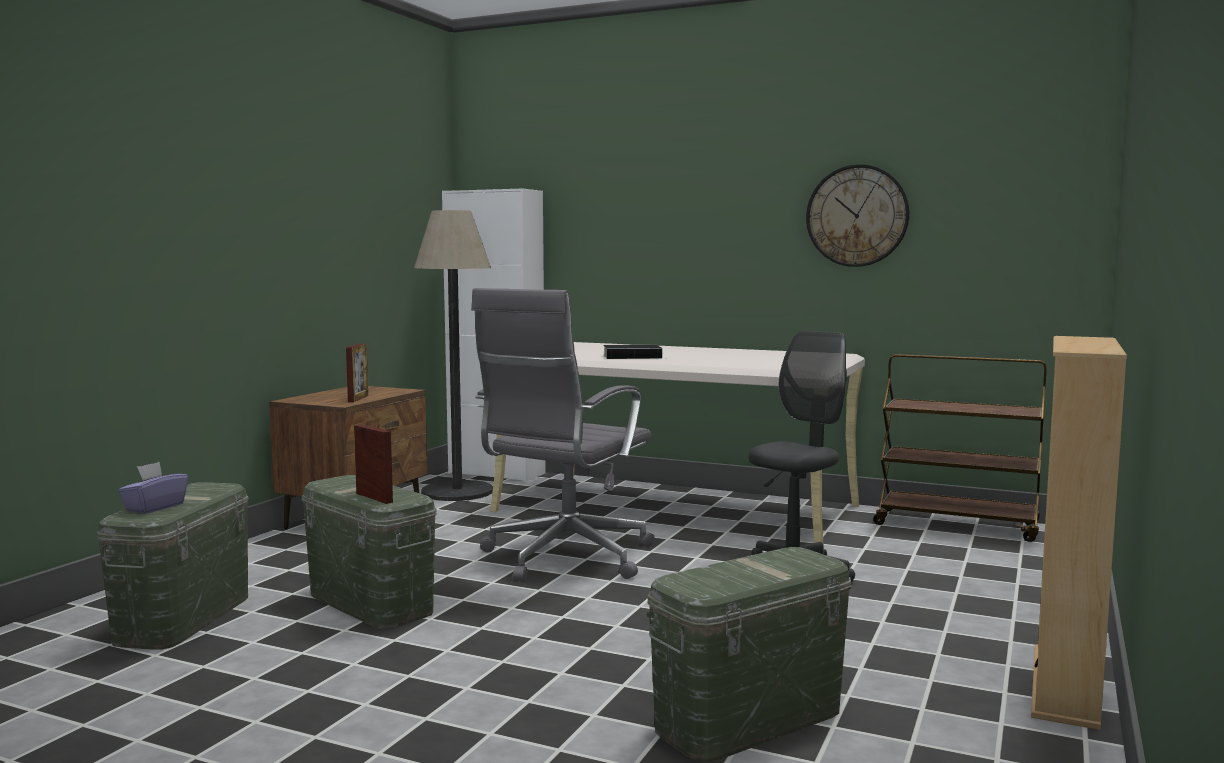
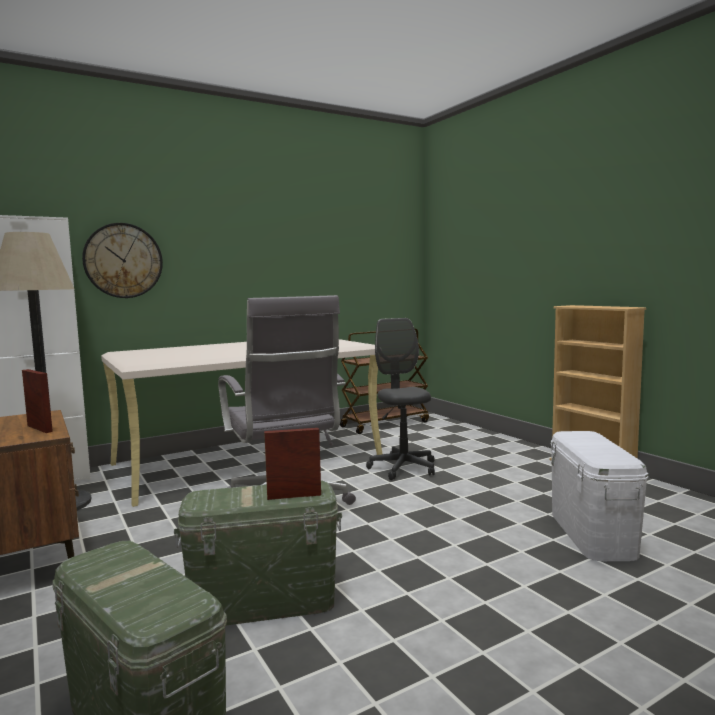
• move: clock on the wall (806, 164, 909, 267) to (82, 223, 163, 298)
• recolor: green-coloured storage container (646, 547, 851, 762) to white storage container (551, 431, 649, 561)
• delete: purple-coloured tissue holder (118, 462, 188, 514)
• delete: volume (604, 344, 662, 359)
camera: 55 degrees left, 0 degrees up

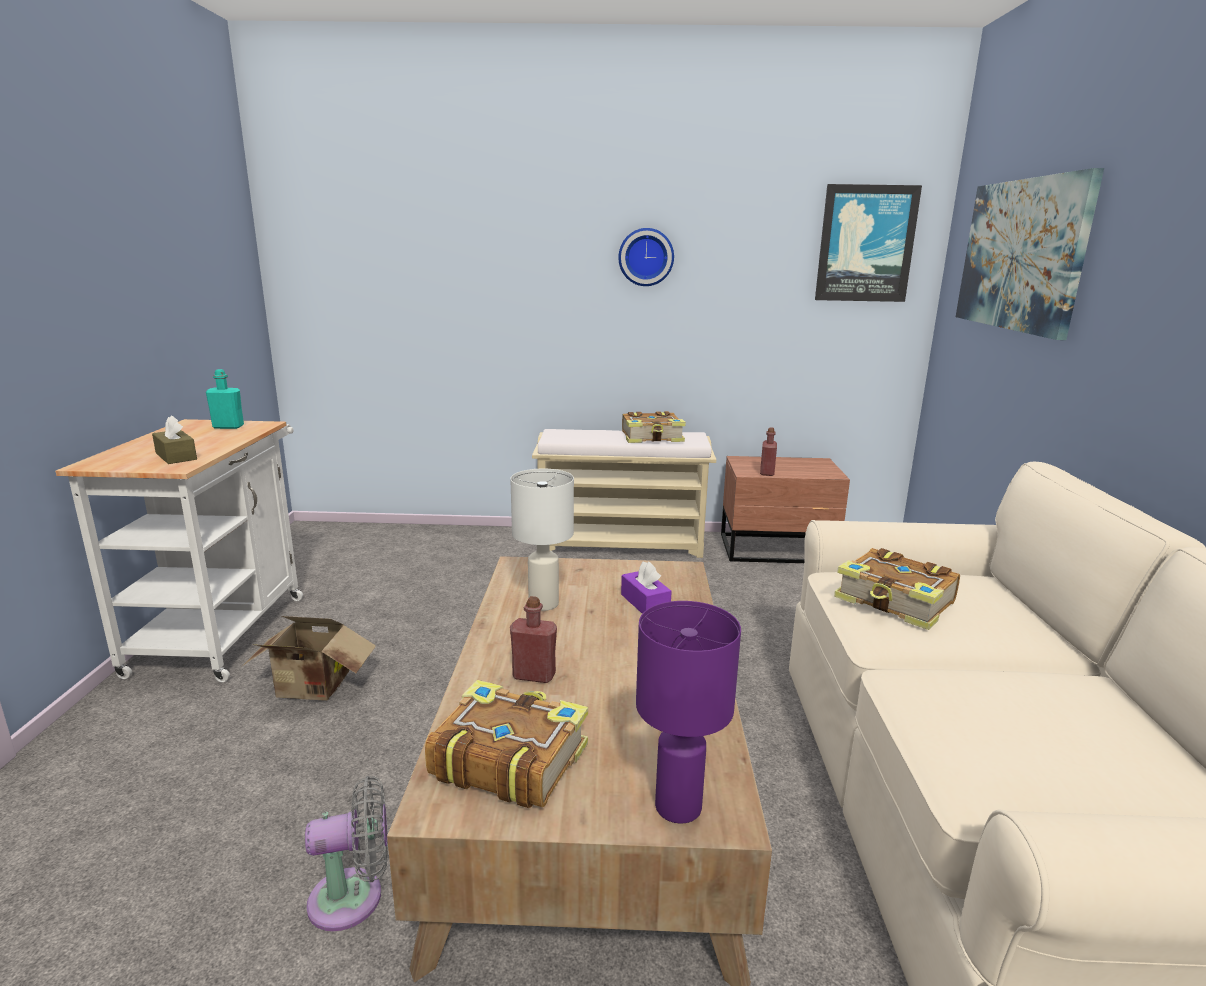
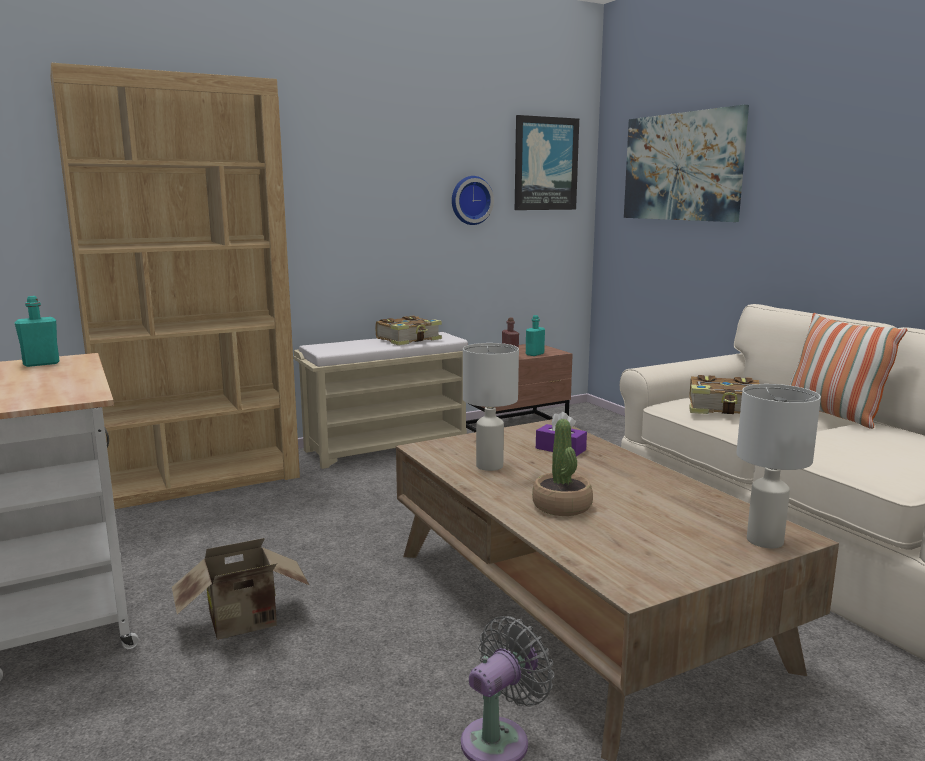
• insert: brown bookcase (50, 63, 300, 509)
• move: clock on the wall (618, 228, 674, 286) to (452, 176, 494, 225)
• insert: blue-green bottle (526, 315, 545, 356)
• replace: reddish bottle (510, 596, 557, 683) to potted plant (532, 419, 593, 516)
• recolor: purple-coloured lamp for a table (636, 601, 741, 824) to white lamp for a table (736, 384, 821, 548)
• insert: pillow (790, 313, 907, 429)
• delete: brown tissue holder (152, 415, 197, 464)
• delete: volume (425, 680, 588, 808)
camera: 30 degrees left, 5 degrees down

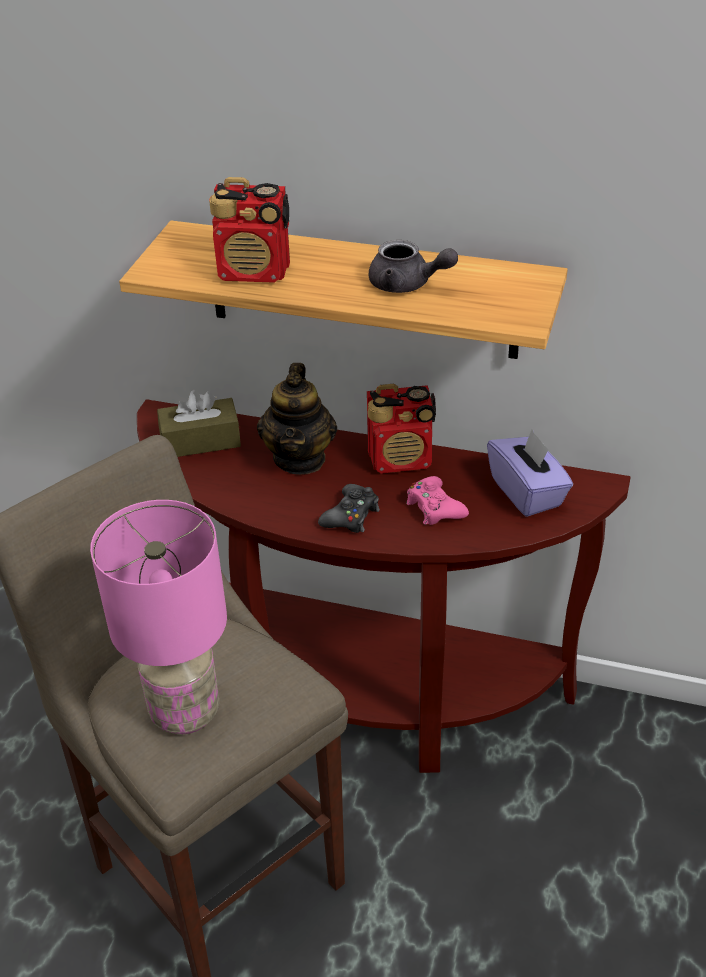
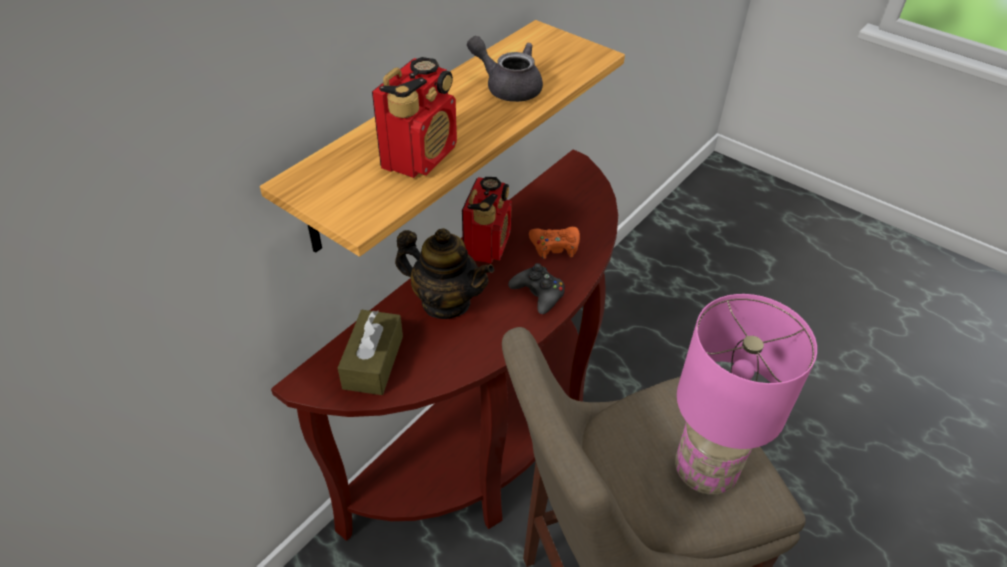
• rotate: grey teapot (369, 240, 458, 293) = (467, 36, 543, 102) 105 degrees counterclockwise
• recolor: pink-coloured gamepad (406, 476, 469, 525) to orange gamepad (529, 227, 580, 259)
• delete: purple-coloured tissue holder (487, 429, 573, 517)
camera: 70 degrees left, 5 degrees up

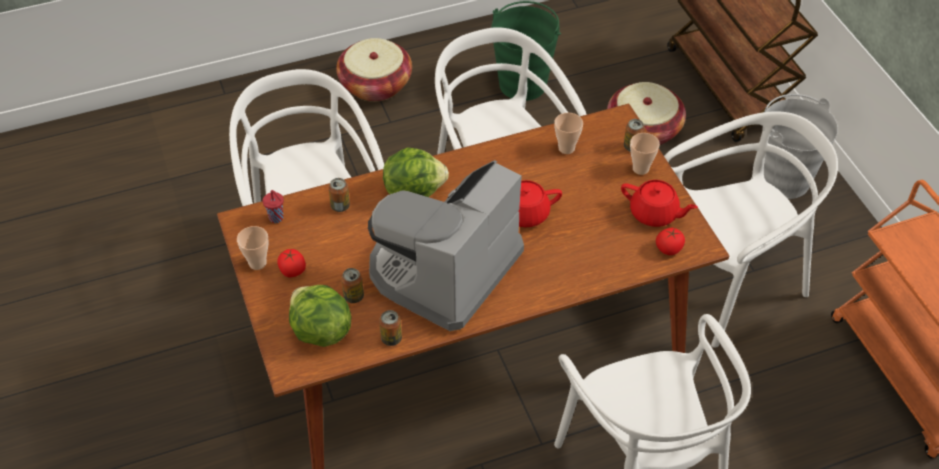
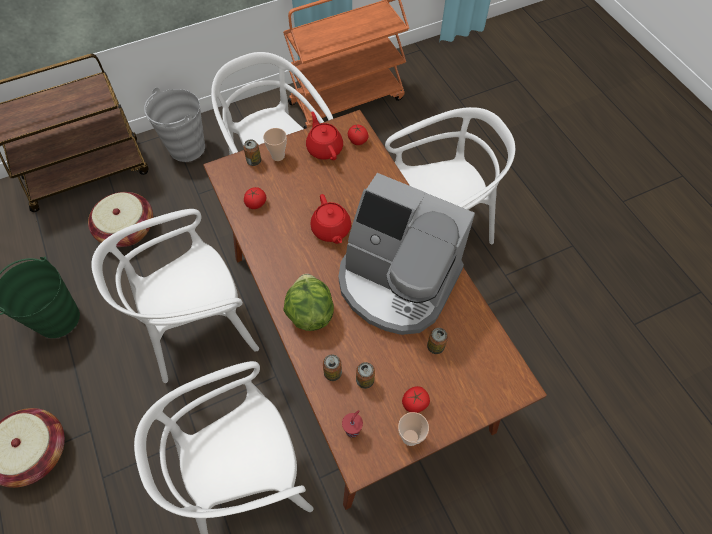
• replace: small cup (554, 113, 583, 154) to whole tomato (244, 187, 266, 209)
• rotate: reddish teapot (621, 180, 698, 227) = (306, 111, 343, 160) 45 degrees counterclockwise
• move: metal can (379, 310, 402, 346) to (356, 362, 375, 389)
• delete: lettuce (289, 285, 351, 347)
camera: 95 degrees left, 10 degrees up

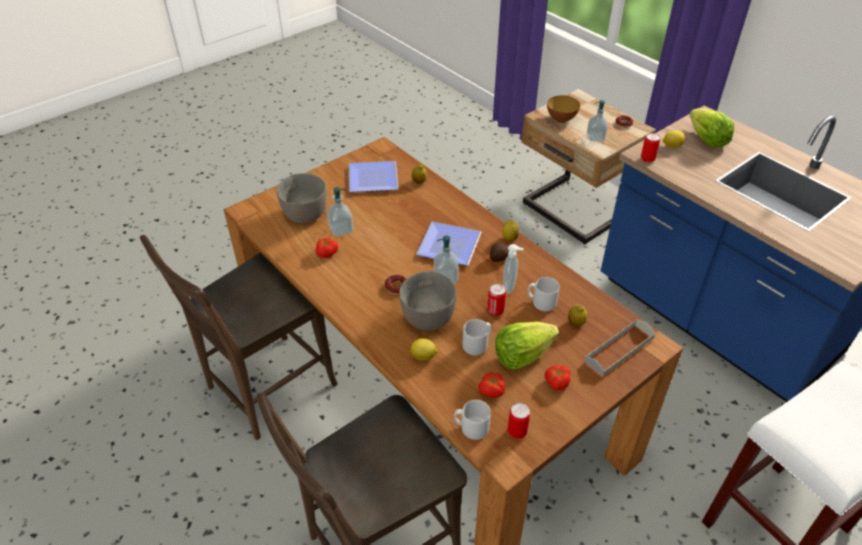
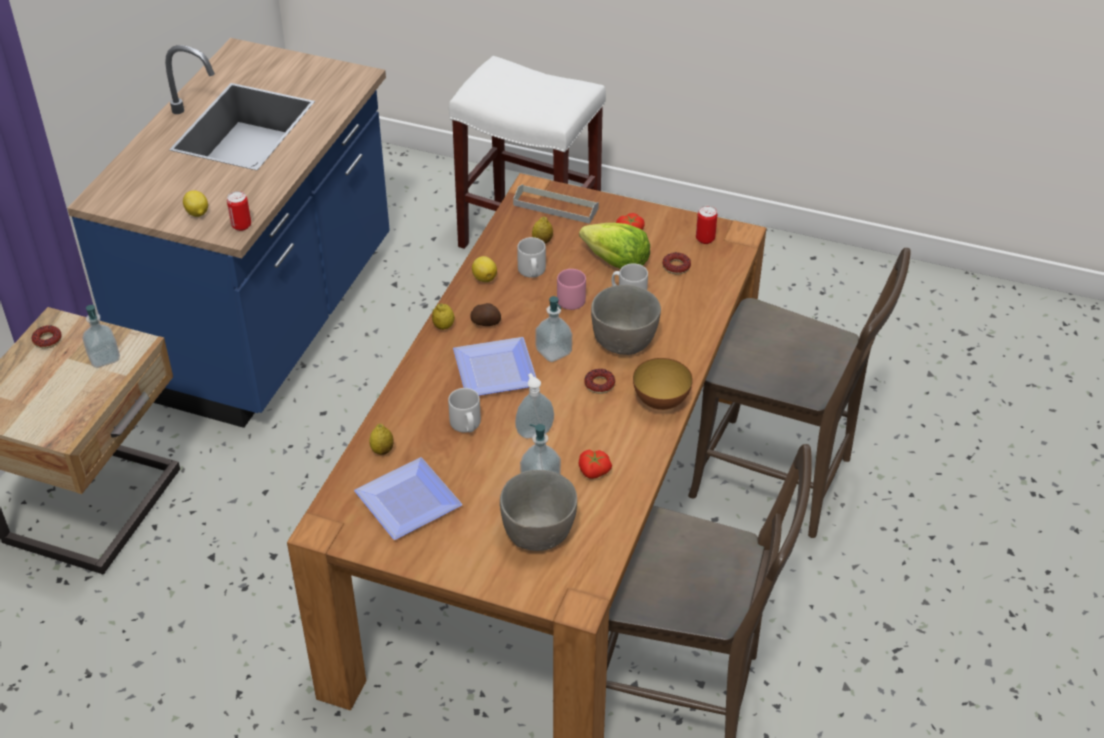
• move: grey coffee mug (454, 400, 491, 440) to (448, 388, 481, 433)
• move: lemon (410, 338, 438, 361) to (472, 256, 497, 282)
• move: soap bottle (503, 244, 524, 293) to (515, 373, 554, 438)
• replace: metal can (487, 284, 506, 316) to pink-coloured coffee mug (557, 269, 586, 310)
• move: deep dish (547, 95, 580, 123) to (633, 358, 693, 410)
• replace: whole tomato (479, 372, 505, 398) to donut (662, 252, 691, 274)
• delete: lettuce (689, 108, 734, 148)
camera: 120 degrees left, 0 degrees up

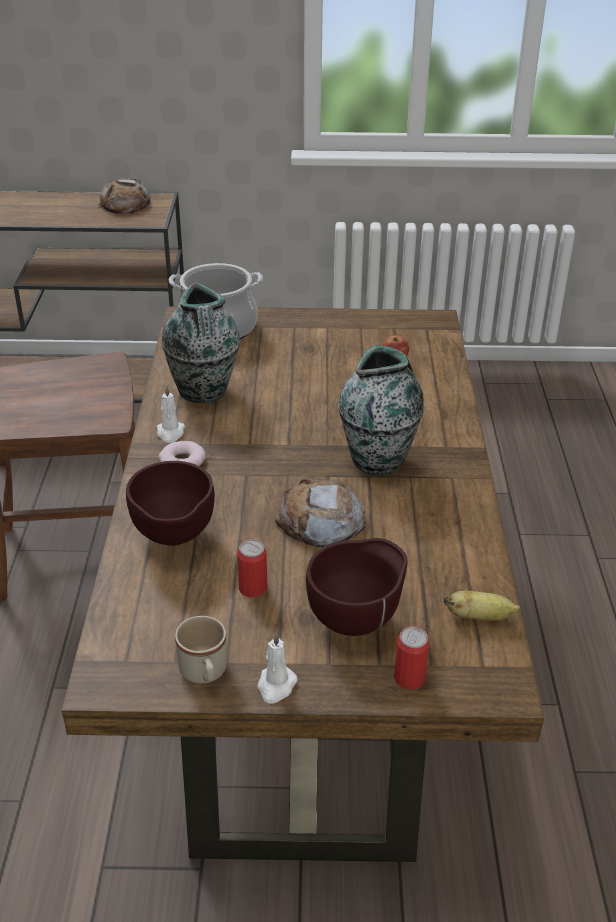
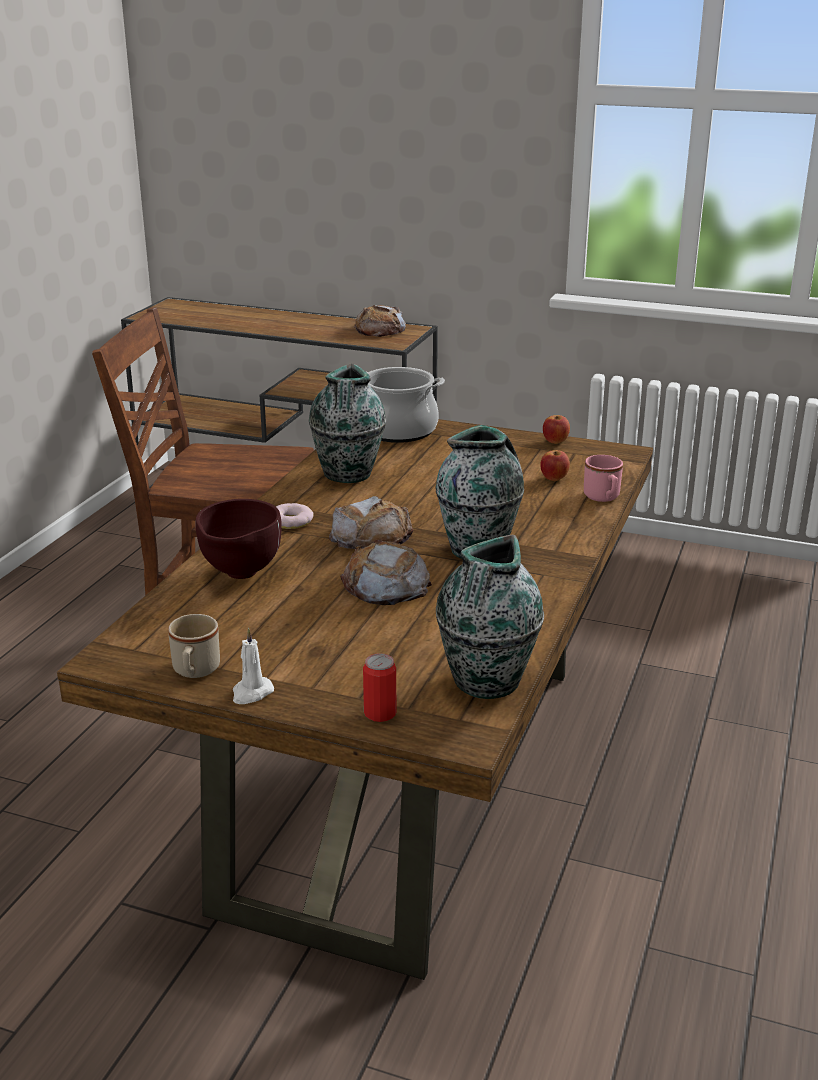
• insert: bakery bread (329, 496, 413, 549)
• replace: banana fruit (444, 591, 521, 621) to flower vase (436, 535, 544, 699)
• insert: apple fruit (543, 415, 570, 444)
• insert: pink-coloured coffee mug (584, 455, 623, 502)
• delete: white wax light (157, 385, 185, 443)
• delete: metal can (237, 539, 267, 597)
• delete: brown deep dish (306, 538, 408, 636)
camera: 20 degrees right, 10 degrees down

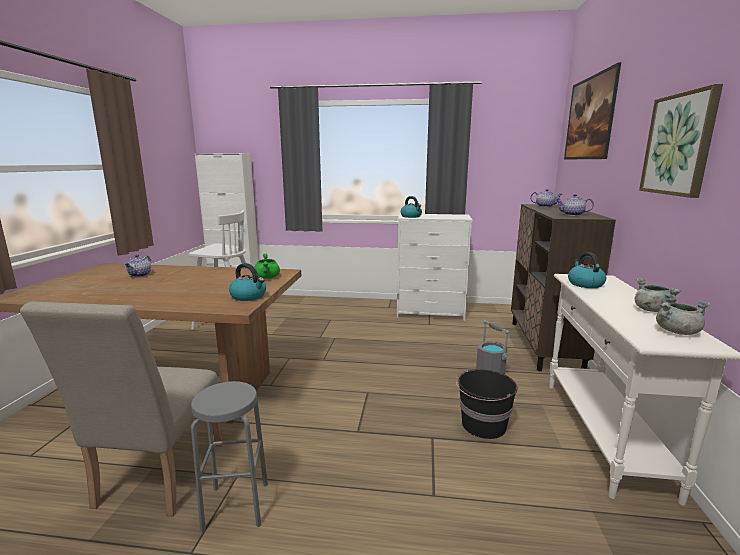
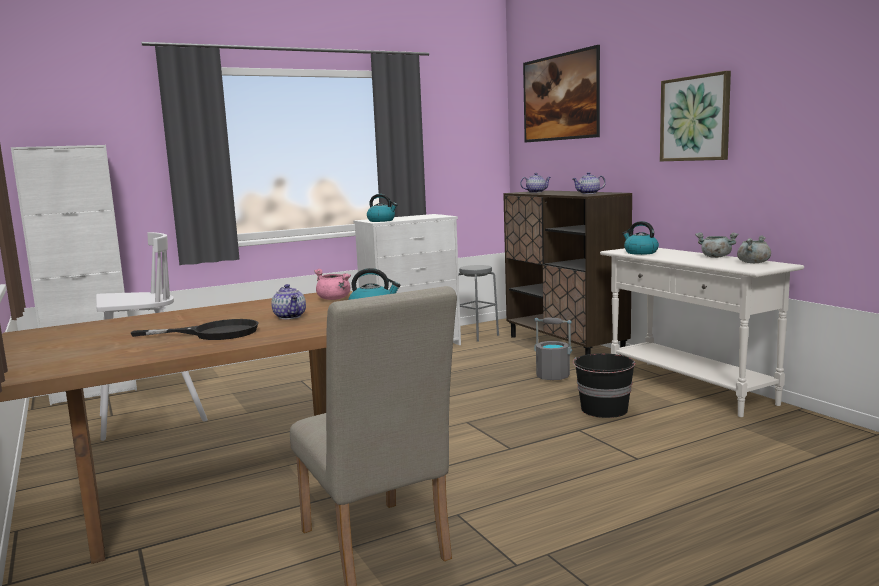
• insert: black pan (131, 319, 258, 340)
• move: teapot (124, 254, 151, 277) to (271, 284, 306, 319)
• recolor: green-coloured saucepot (254, 254, 280, 279) to pink-coloured saucepot (314, 269, 351, 300)
• move: grey stool (191, 381, 268, 533) to (458, 265, 499, 342)
camera: 35 degrees left, 5 degrees down

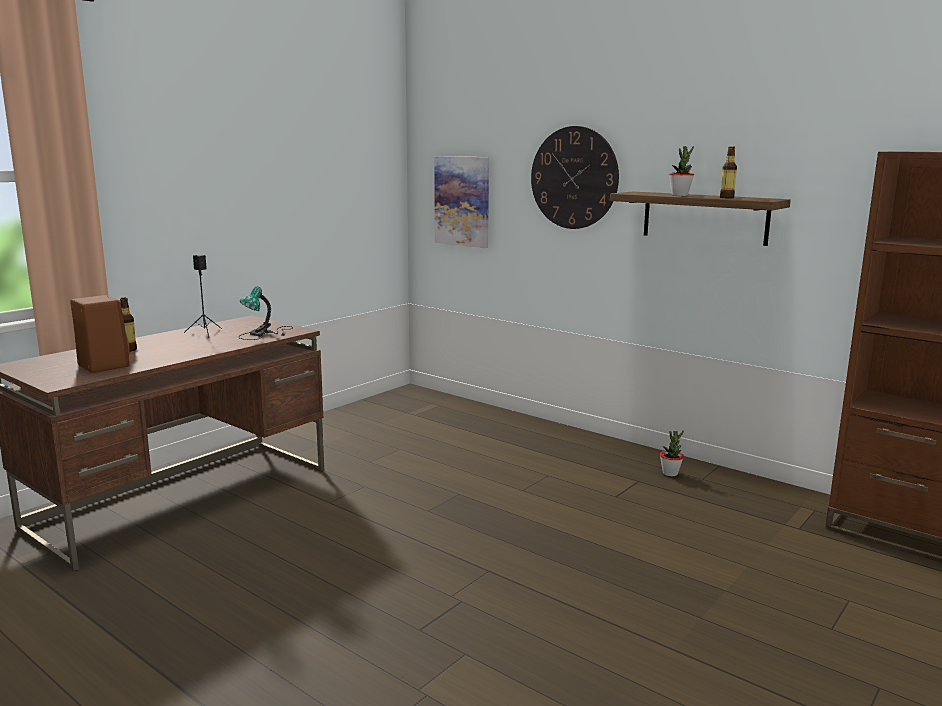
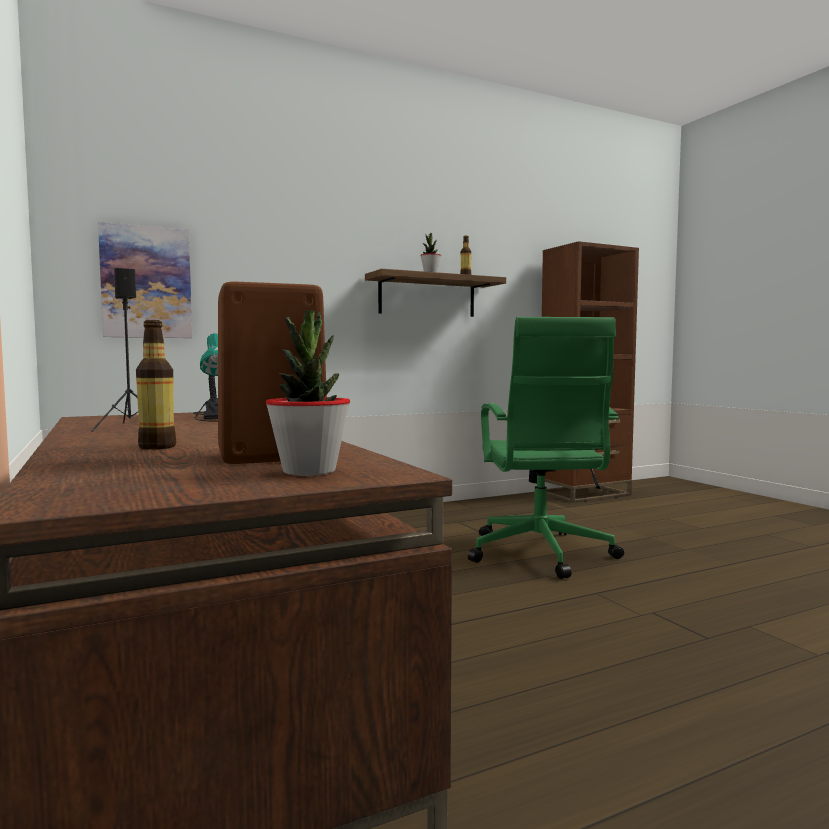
• move: potted plant (660, 430, 684, 476) to (266, 310, 350, 476)
• insert: green-coloured computer chair (468, 317, 624, 579)
• delete: clock on the wall (531, 126, 619, 229)
camera: 65 degrees left, 10 degrees down

